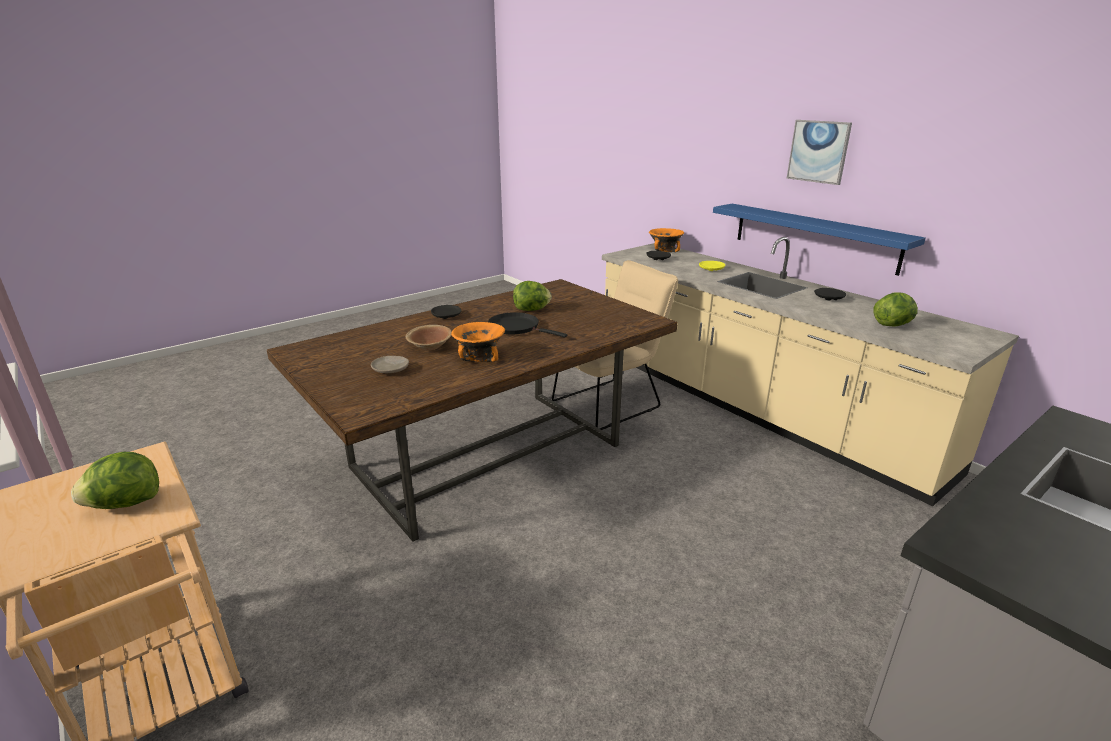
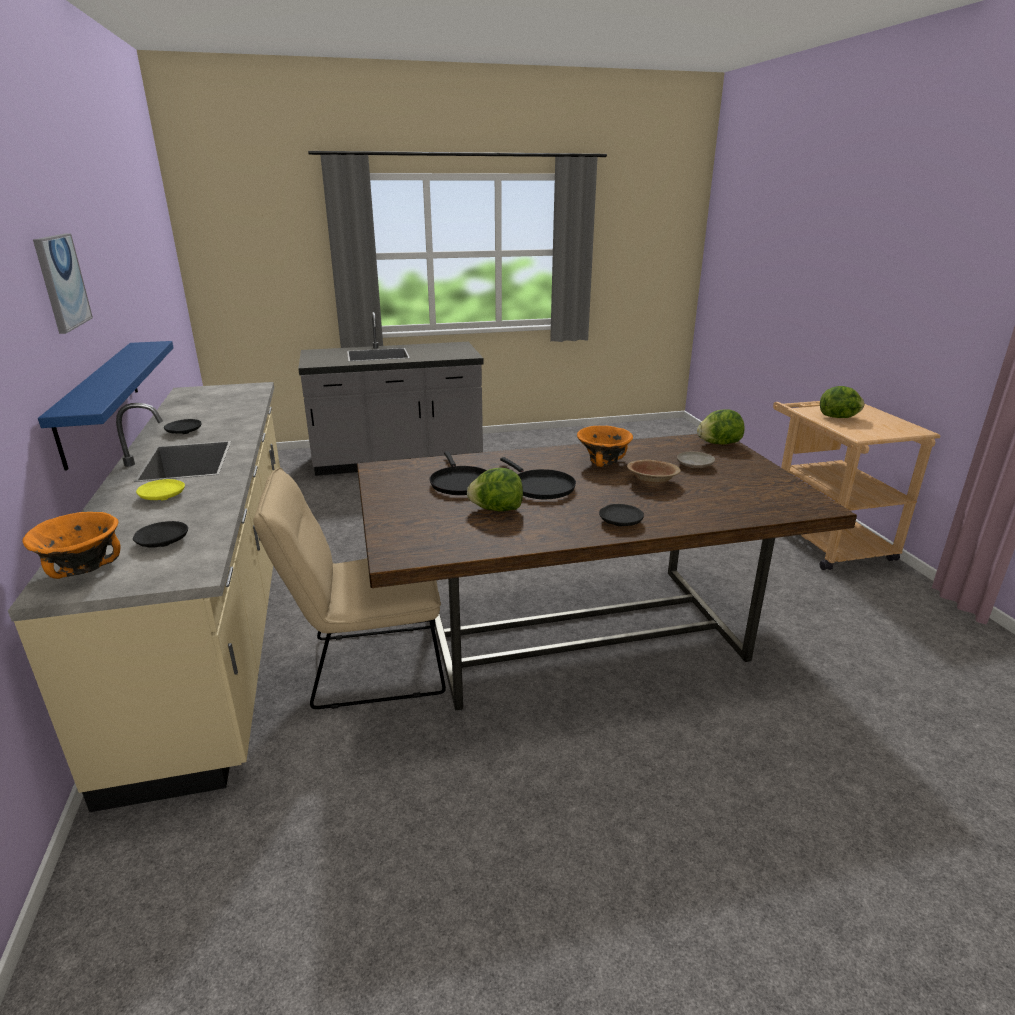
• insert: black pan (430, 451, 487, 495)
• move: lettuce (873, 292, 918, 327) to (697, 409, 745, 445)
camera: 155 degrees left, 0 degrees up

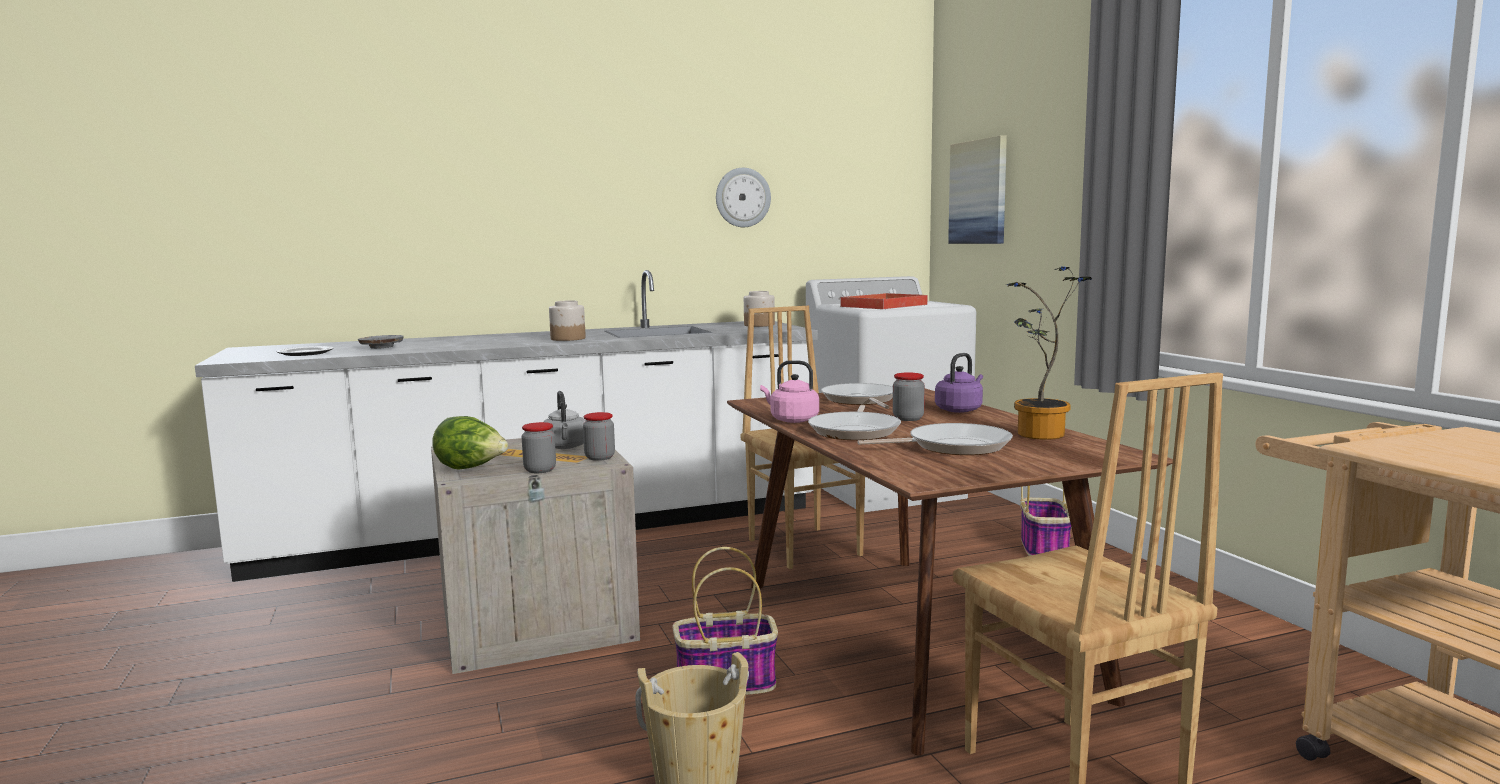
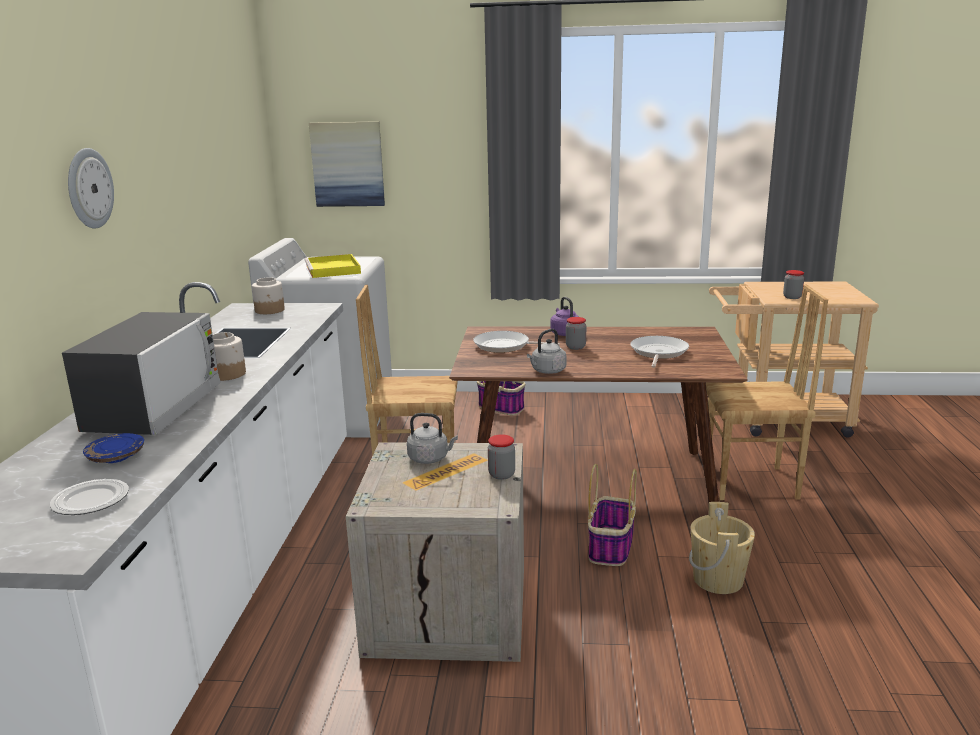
• insert: microwave oven (62, 312, 221, 435)
• move: clock on the wall (716, 168, 771, 227) to (68, 148, 114, 229)
• recolor: grey flat dish (358, 335, 404, 349) to bluish flat dish (83, 433, 144, 463)
• recolor: reddish carrying tray (839, 293, 928, 309) to yellow-coloured carrying tray (305, 254, 361, 278)
• recolor: pink-coloured kettle (760, 360, 819, 423) to grey kettle (527, 329, 566, 374)
• move: storage jar (583, 412, 615, 461) to (783, 270, 804, 299)
• delete: lettuce (432, 416, 508, 470)
• delete: pan (808, 405, 901, 440)
• delete: potted plant (1005, 267, 1092, 440)
camera: 65 degrees left, 10 degrees up

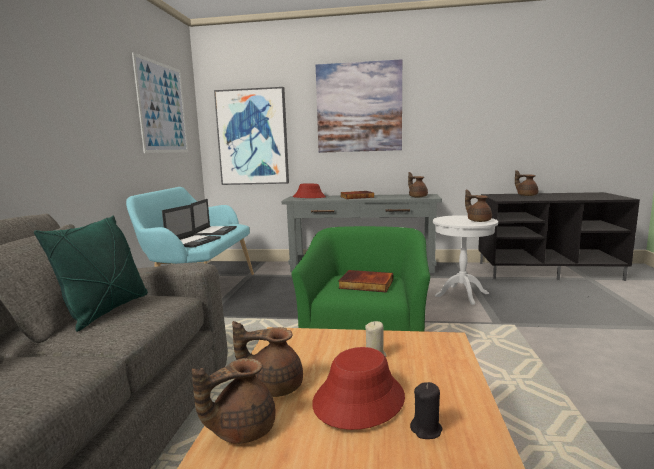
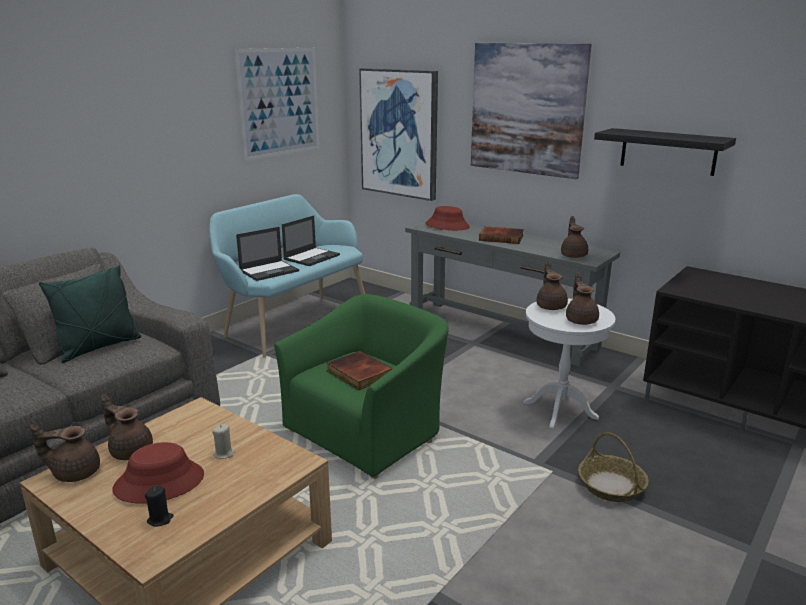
• move: brown teapot (515, 170, 538, 196) to (537, 261, 568, 310)
• insert: household basket (578, 432, 648, 502)
• insert: black wall shelf (594, 128, 736, 176)
camera: 30 degrees right, 10 degrees up

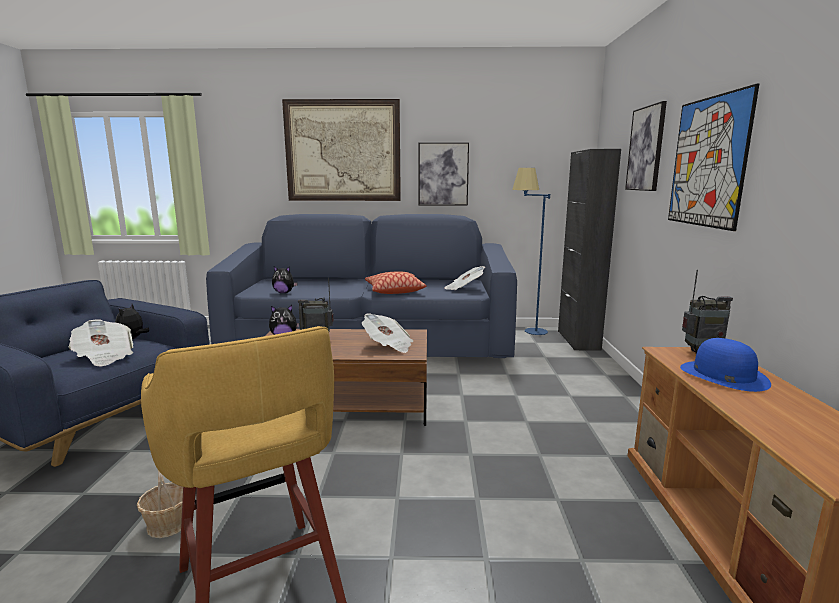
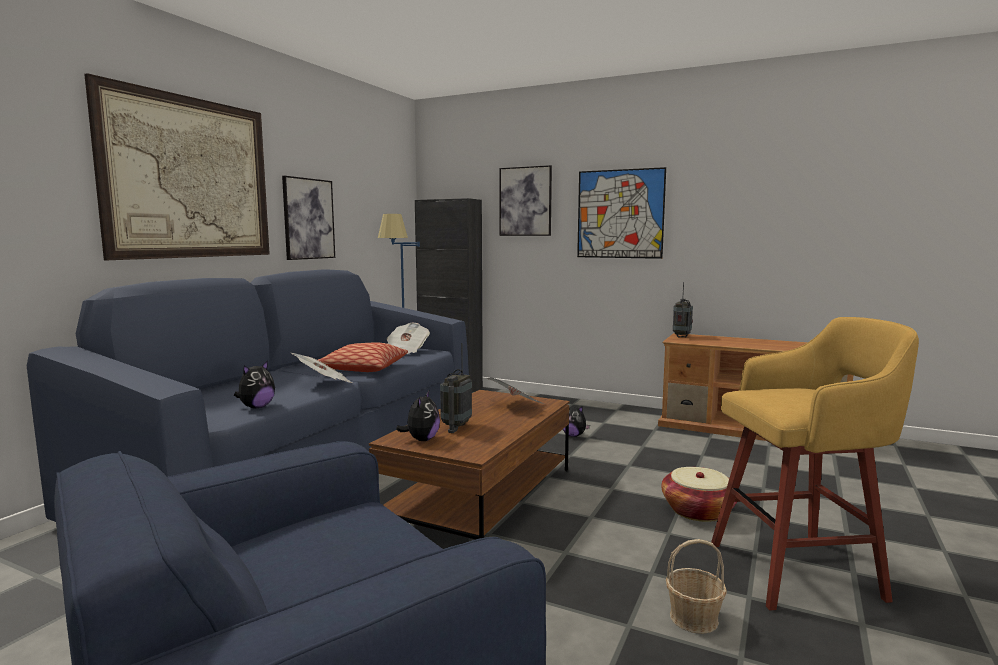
• move: newspaper (68, 319, 133, 367) to (291, 353, 353, 383)
• move: plush toy (115, 304, 149, 339) to (563, 407, 590, 437)
• insert: household basket (661, 467, 737, 522)
• delete: bluish clothing hat (680, 338, 771, 392)
camera: 65 degrees left, 5 degrees down

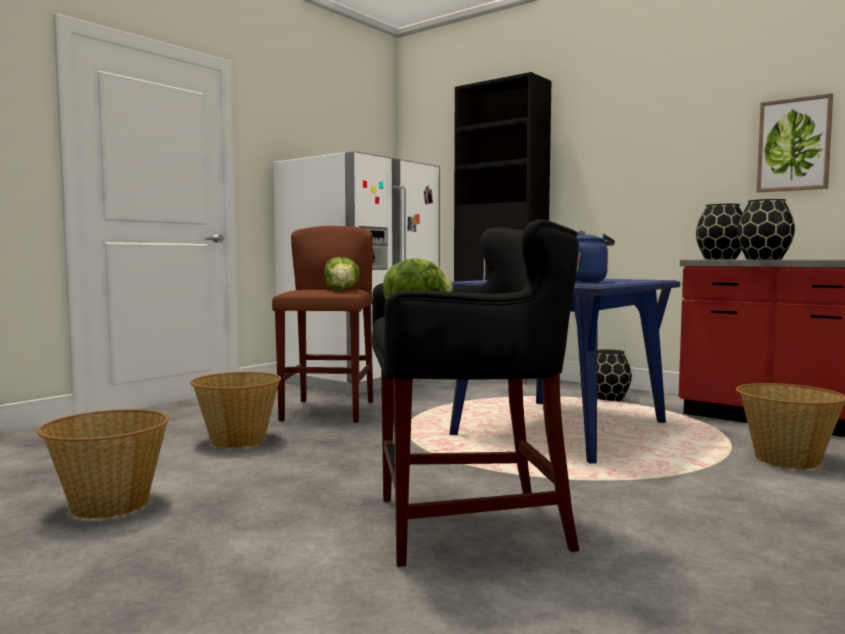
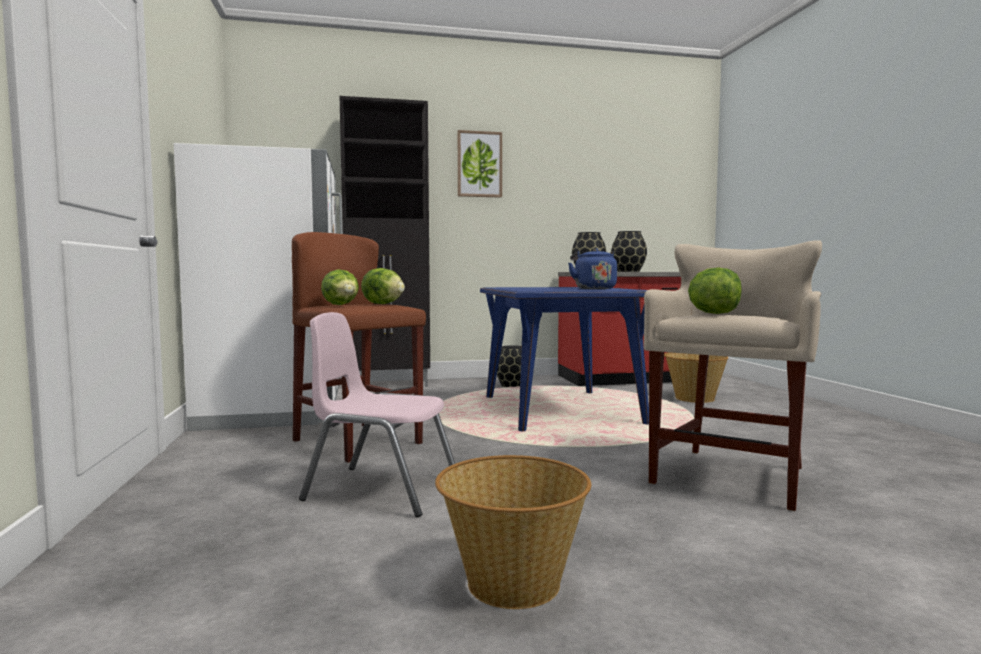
• replace: household basket (190, 372, 281, 448) to pink-coloured chair (299, 312, 455, 517)
• insert: lettuce (321, 269, 359, 305)
• move: wall art (757, 93, 833, 192) to (458, 130, 502, 198)
• recolor: black stool (372, 219, 579, 566) to beige stool (644, 240, 822, 511)
camera: 50 degrees left, 0 degrees up

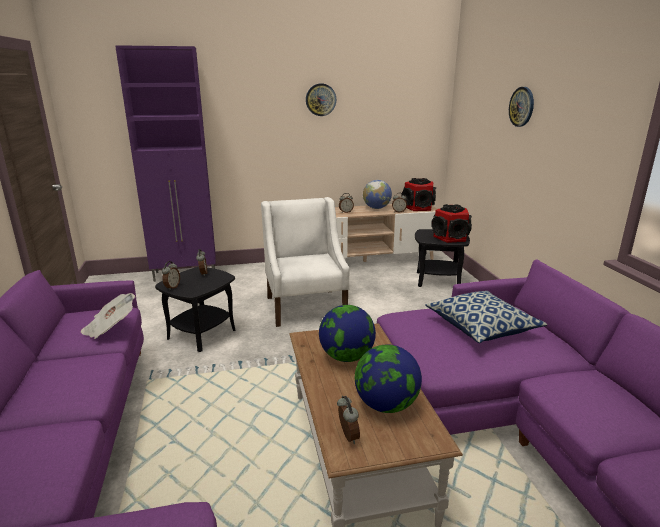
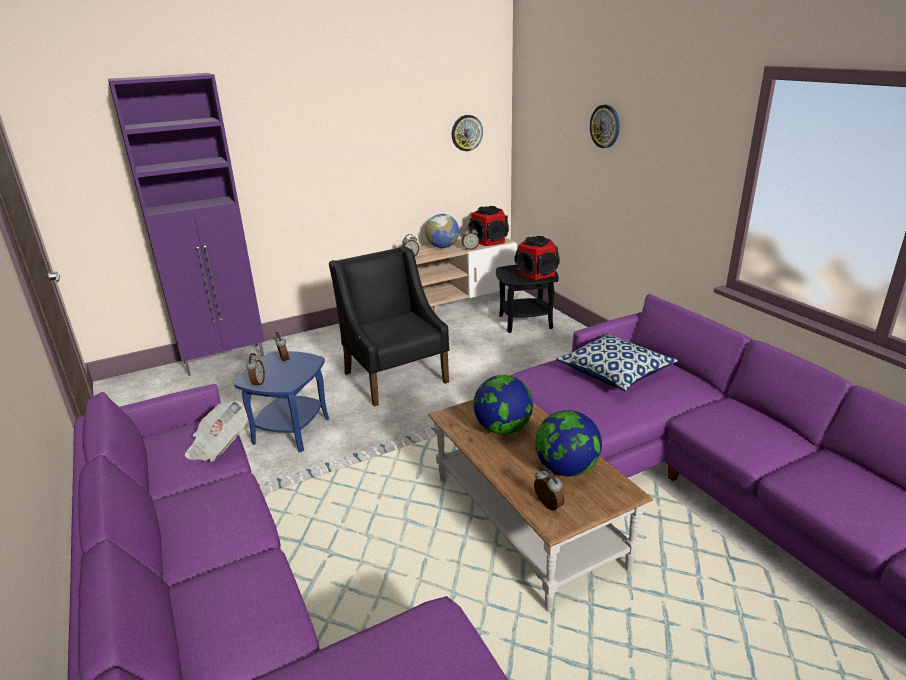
• recolor: black accent table (155, 267, 236, 352) to bluish accent table (234, 351, 329, 452)
• recolor: white armchair (261, 197, 350, 327) to black armchair (329, 246, 449, 407)
• move: clock on the wall (306, 84, 336, 116) to (452, 115, 483, 151)
camera: 15 degrees left, 5 degrees up

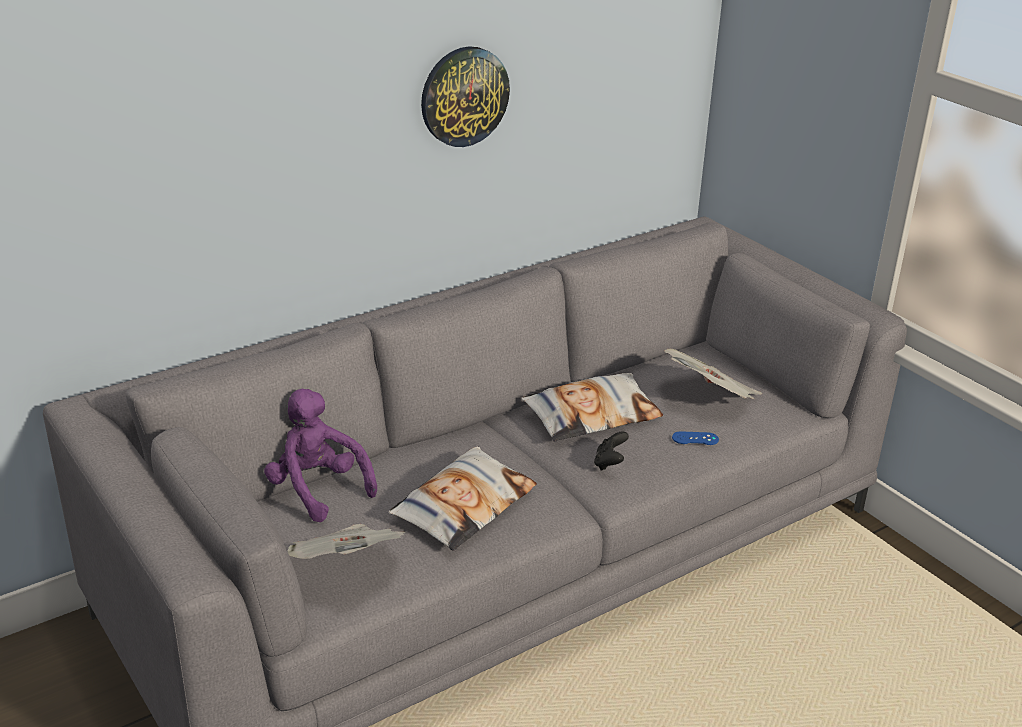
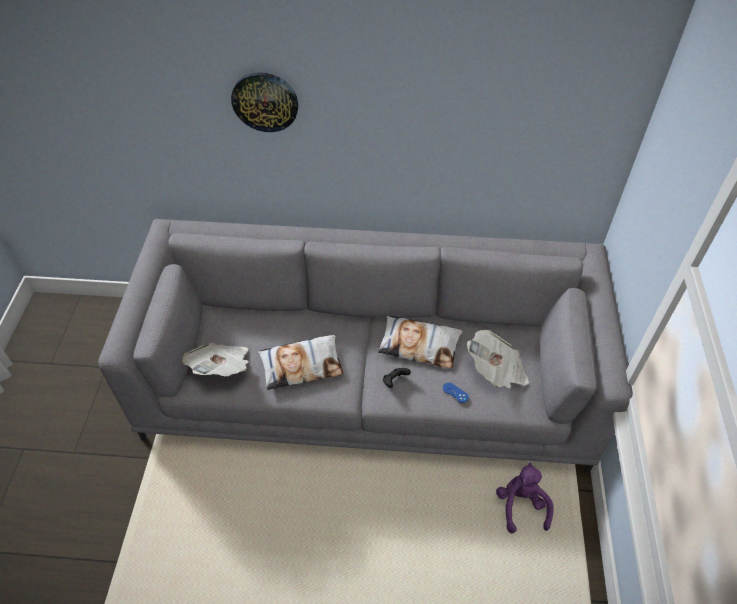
• move: clock on the wall (421, 46, 510, 147) to (231, 72, 298, 132)
• move: purple-coloured plush toy (264, 389, 377, 522) to (496, 462, 554, 534)
camera: 40 degrees right, 20 degrees up

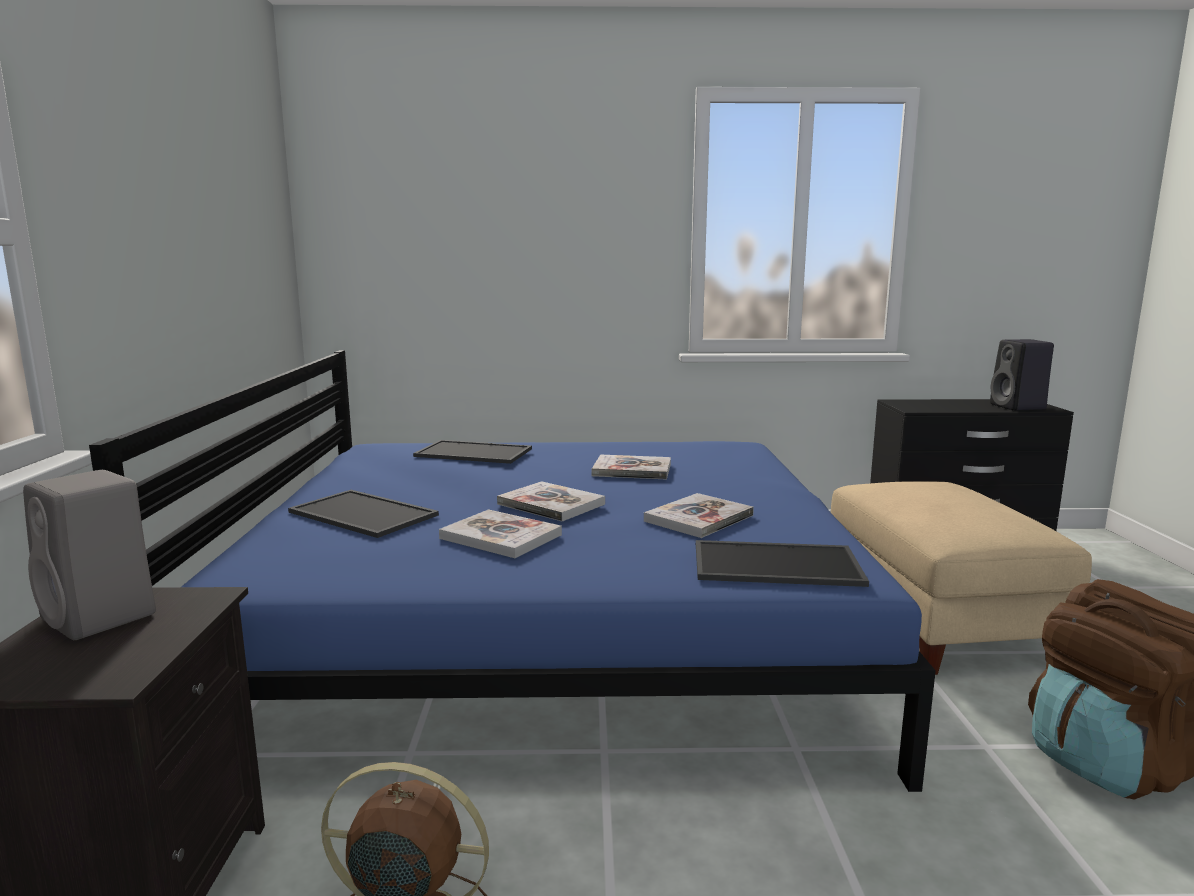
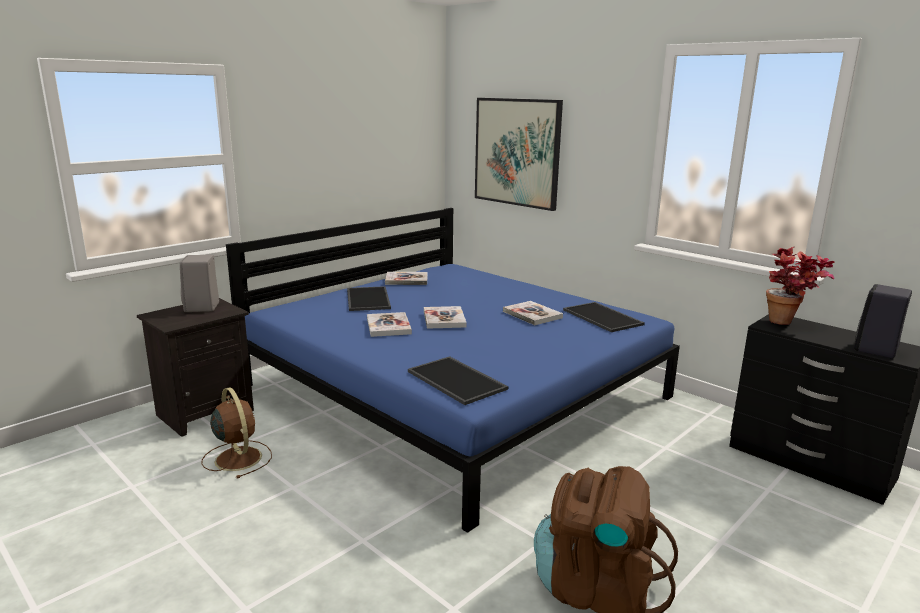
• move: volume (644, 493, 754, 538) to (385, 272, 428, 285)
• insert: wall art (475, 98, 563, 211)
• move: carrying tray (413, 440, 532, 464) to (563, 302, 645, 332)
• insert: potted plant (766, 247, 835, 325)
• delete: beige ottoman (831, 481, 1092, 675)
camera: 45 degrees right, 5 degrees up

